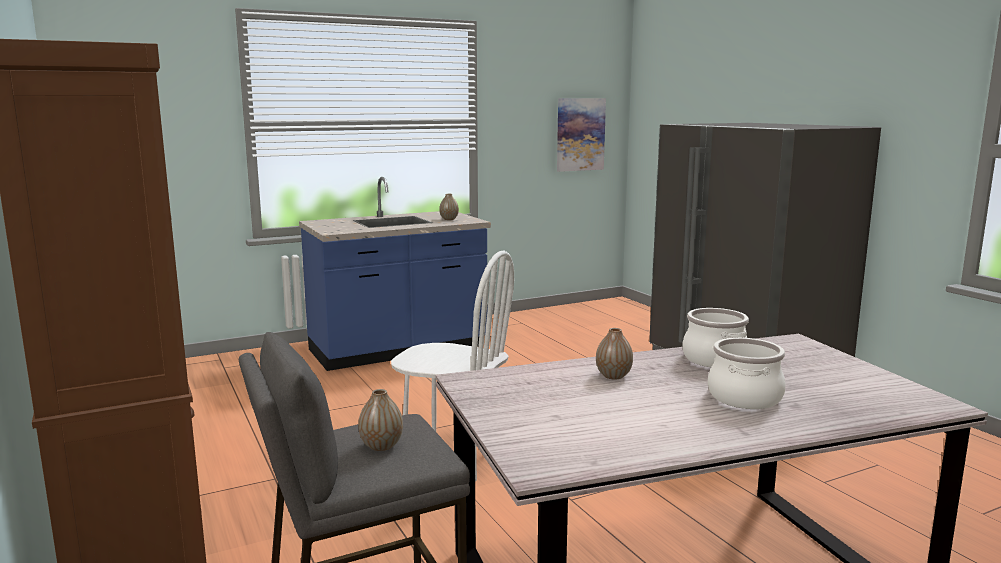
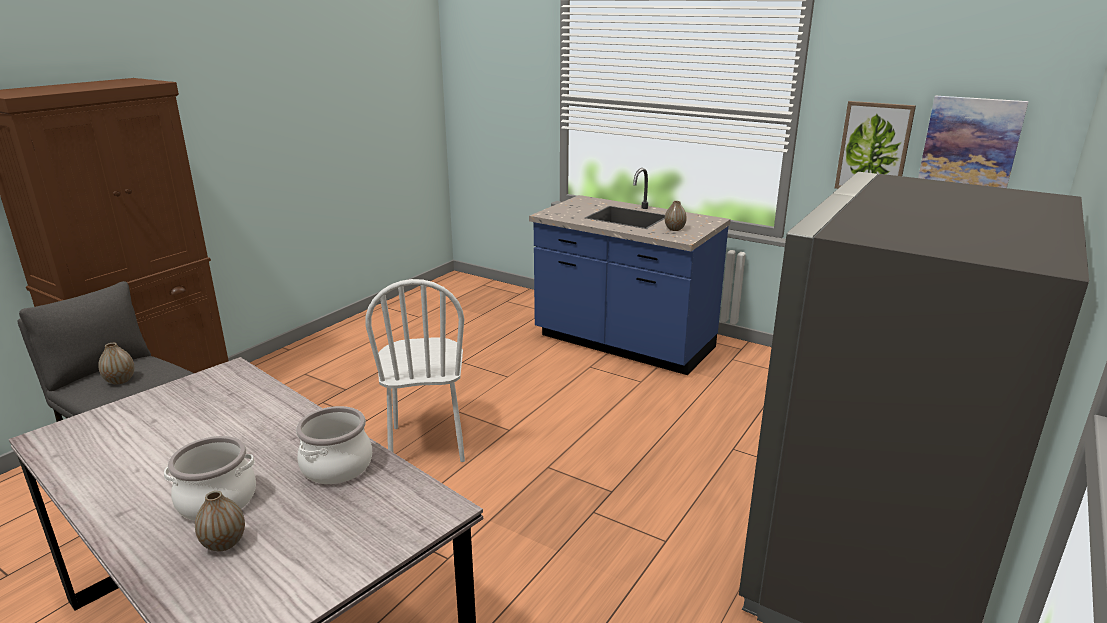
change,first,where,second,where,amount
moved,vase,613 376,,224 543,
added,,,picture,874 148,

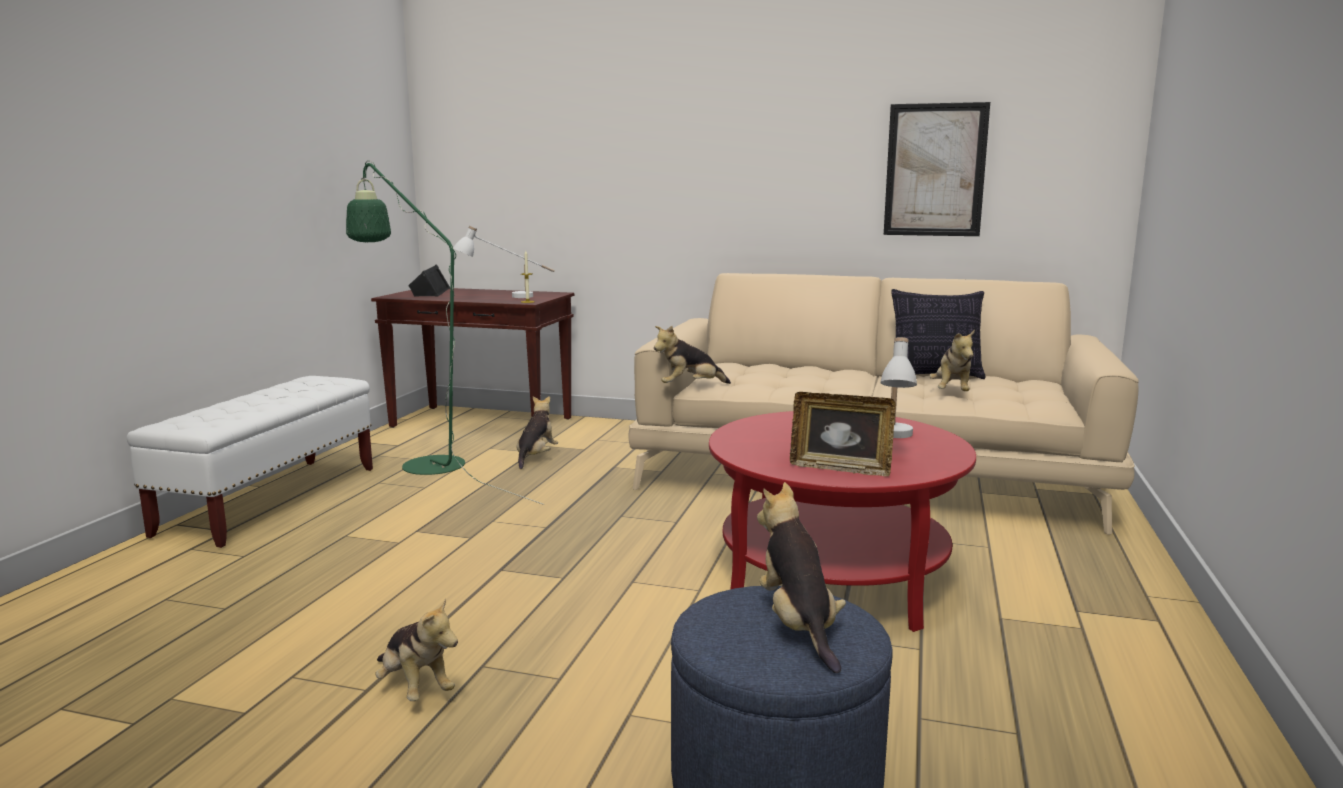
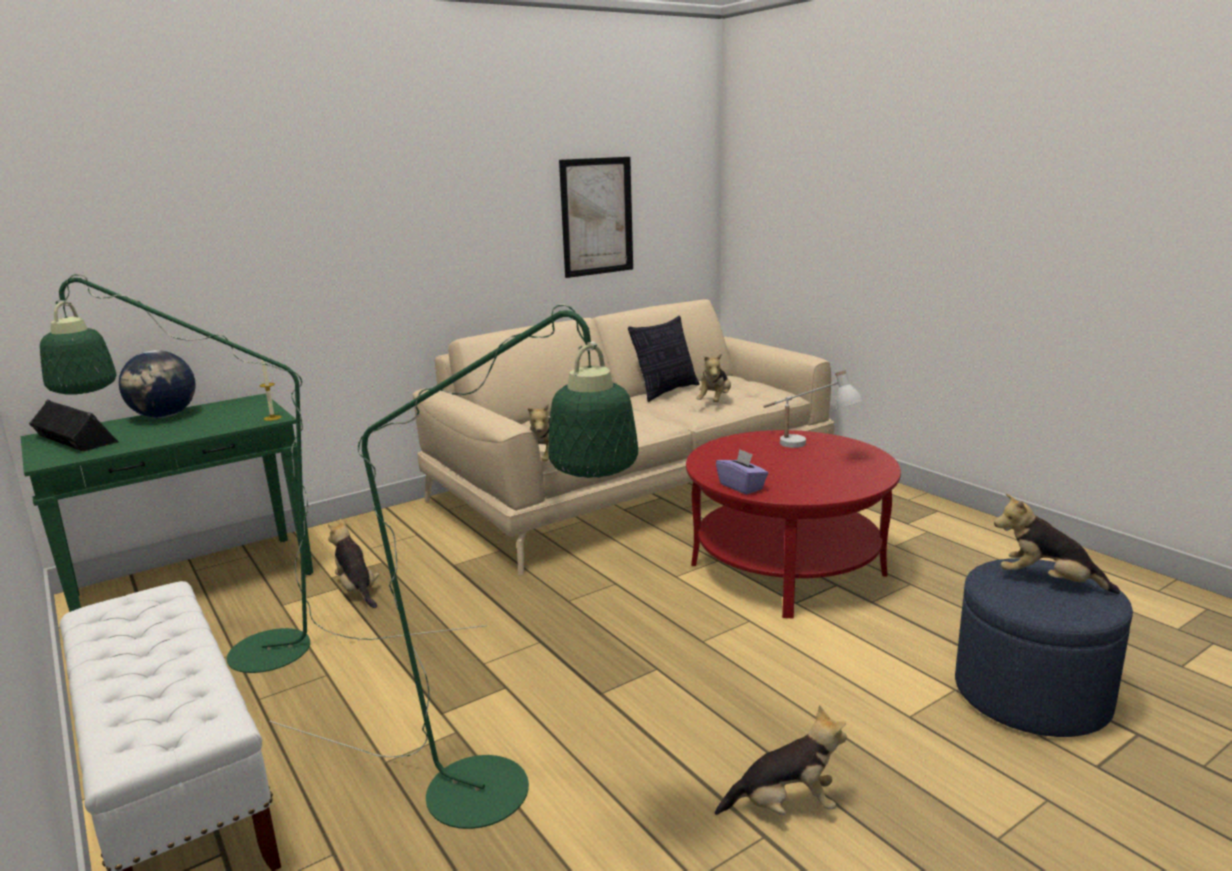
change,first,where,second,where,amount
removed,white table lamp,506 297,,,
recoloured,brown console table,483 423,green console table,196 584,
turned,plush toy,951 392,,715 401,60 degrees clockwise
removed,picture frame,840 468,,,
added,,,green floor lamp,502 797,
added,,,globe,165 416,
added,,,purple tissue box,741 487,

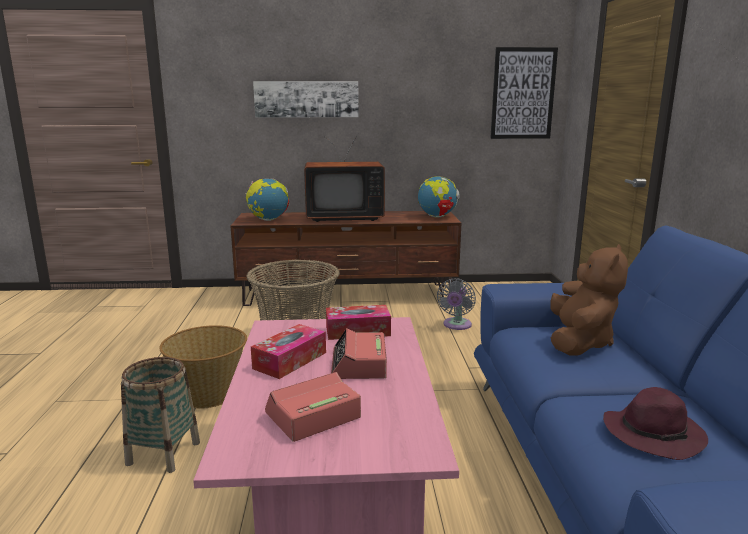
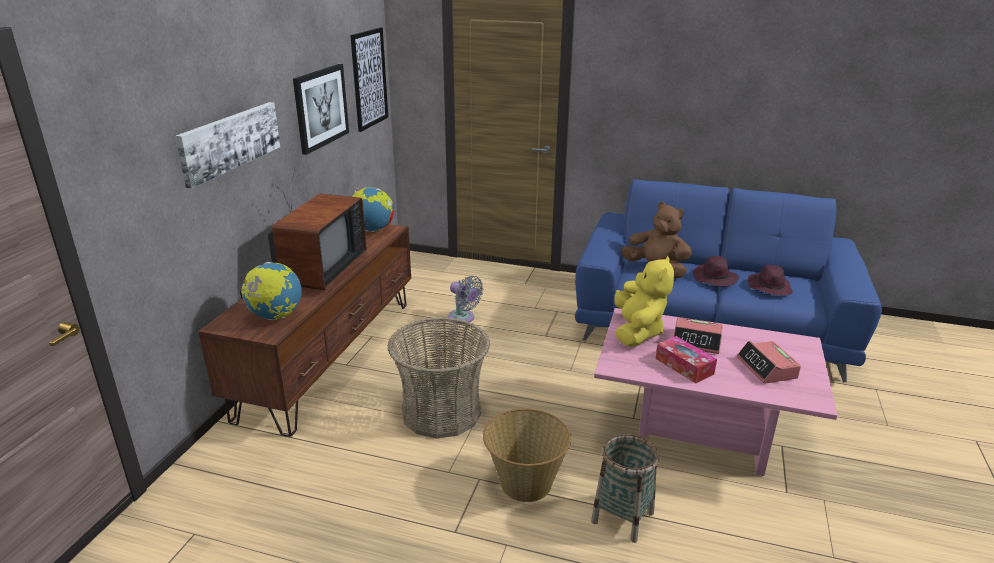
change,first,where,second,where,amount
replaced,tissue box,358 331,yellow plush toy,637 332,
added,,,picture,321 107,
added,,,purple hat,715 278,

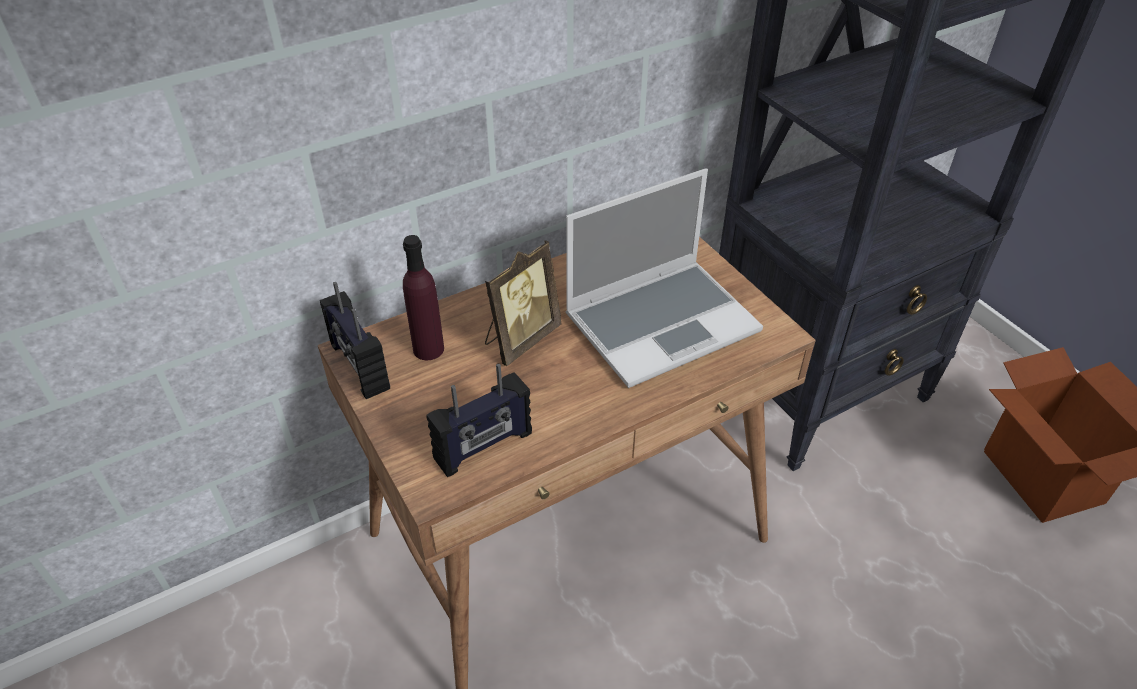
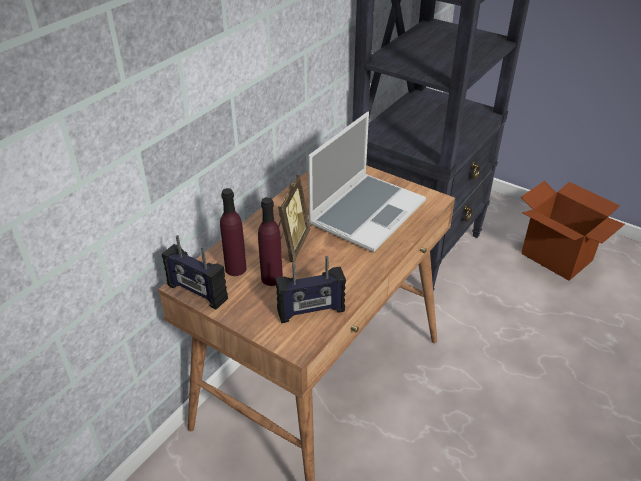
change,first,where,second,where,amount
turned,radio,484 447,,311 311,45 degrees clockwise
added,,,purple bottle,272 278,

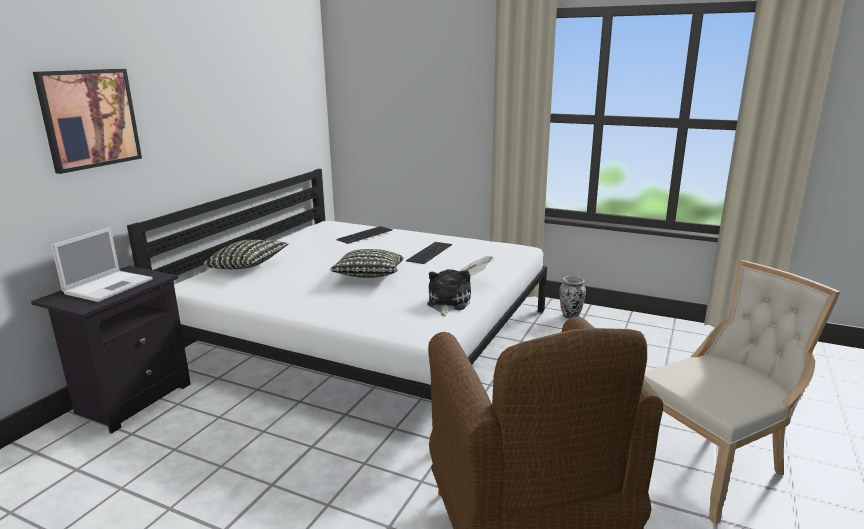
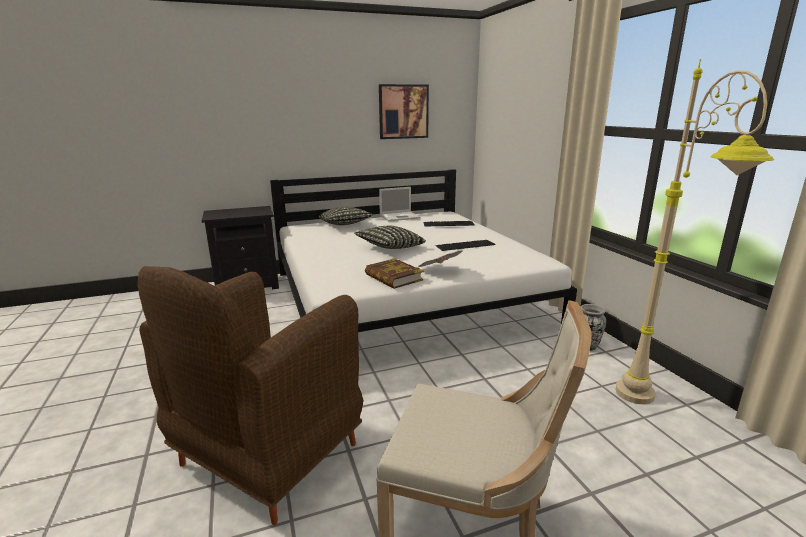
change,first,where,second,where,amount
moved,picture,89 118,,403 111,
moved,laptop,110 286,,400 216,
replaced,plush toy,447 303,book,393 278,
added,,,beige floor lamp,654 413,

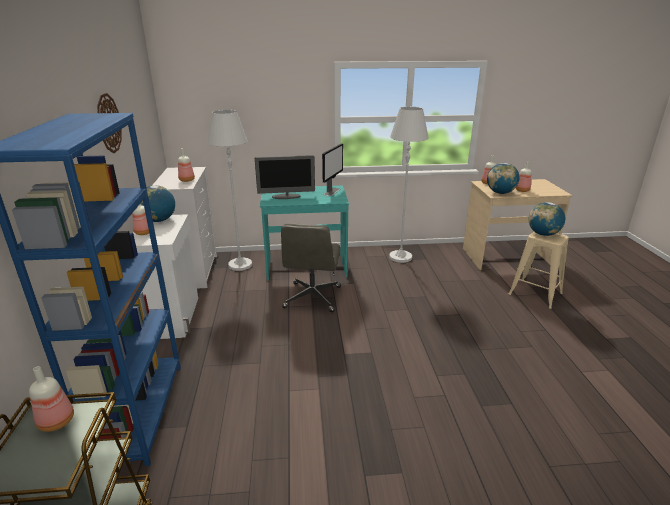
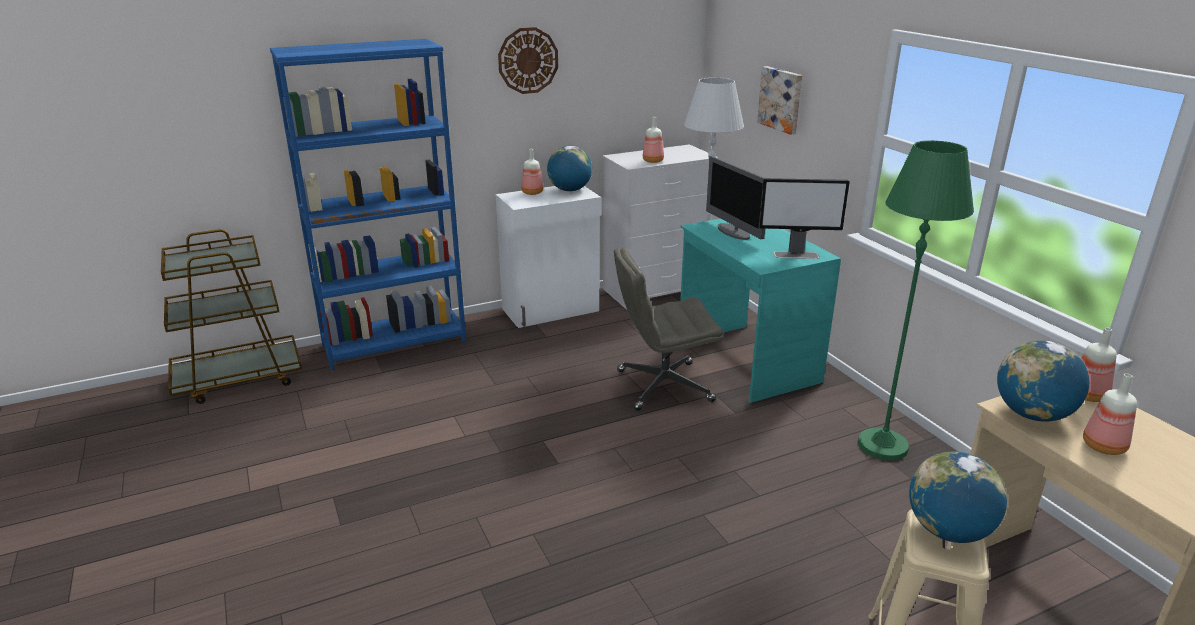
change,first,where,second,where,amount
recoloured,white floor lamp,400 257,green floor lamp,882 445,
removed,bottle,56 421,,,
added,,,picture,781 99,

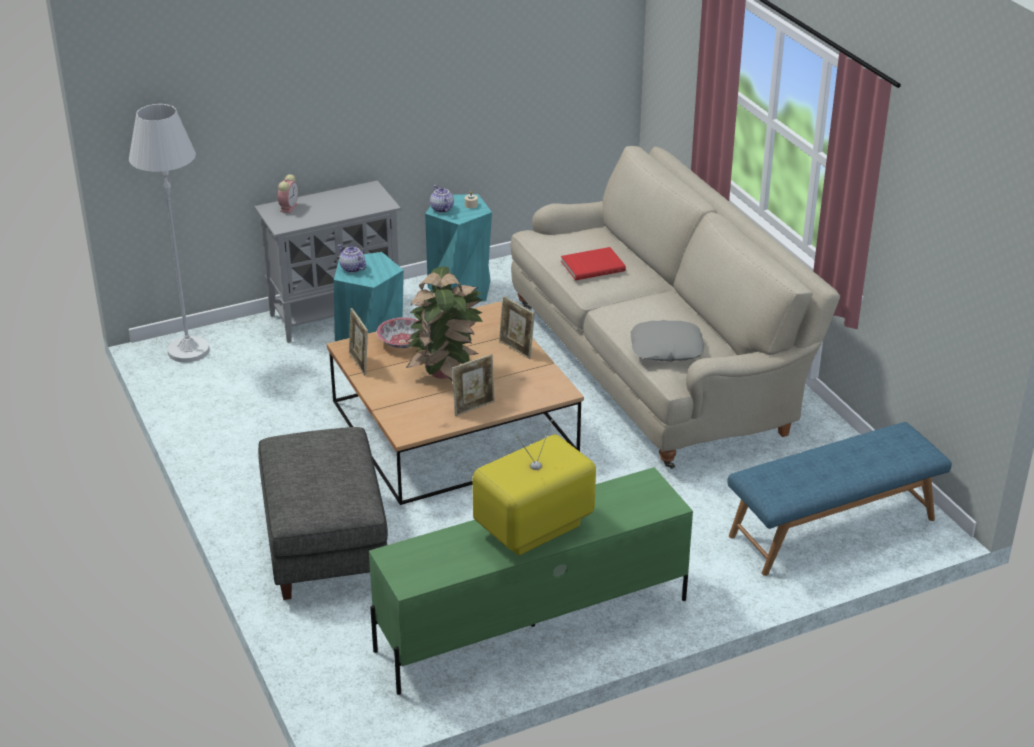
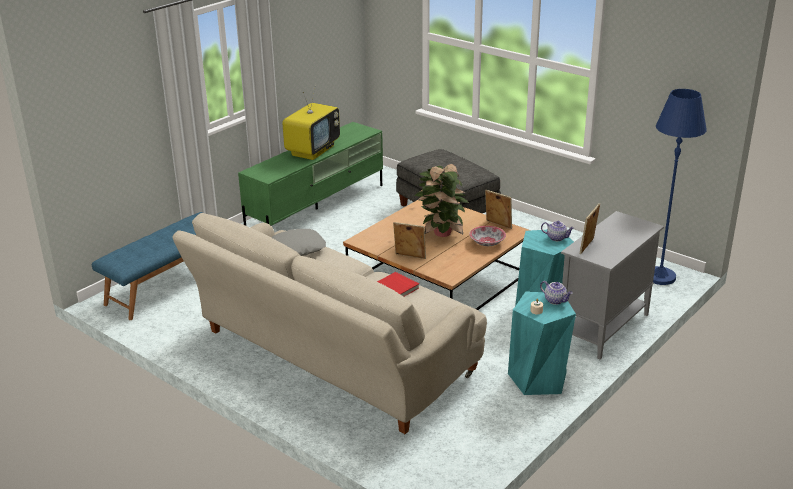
change,first,where,second,where,amount
recoloured,white floor lamp,188 351,blue floor lamp,660 276,
removed,alarm clock,289 207,,,
moved,picture frame,474 407,,587 247,

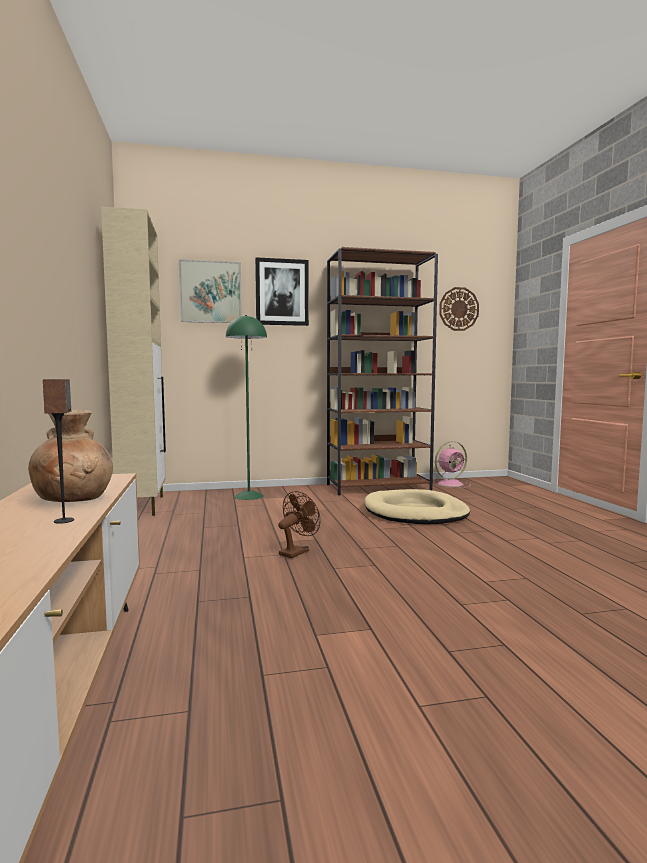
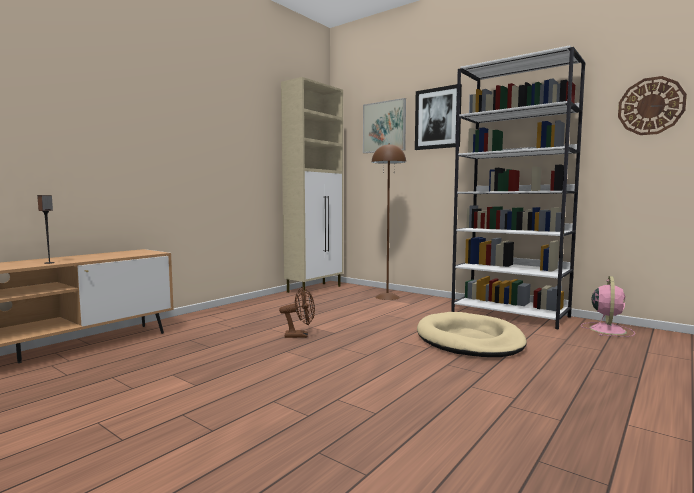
change,first,where,second,where,amount
recoloured,brown bookcase,378 487,white bookcase,510 314,
recoloured,green floor lamp,249 496,brown floor lamp,387 297,
removed,brown vase,74 499,,,
turned,pink fan,451 484,,607 329,90 degrees counterclockwise

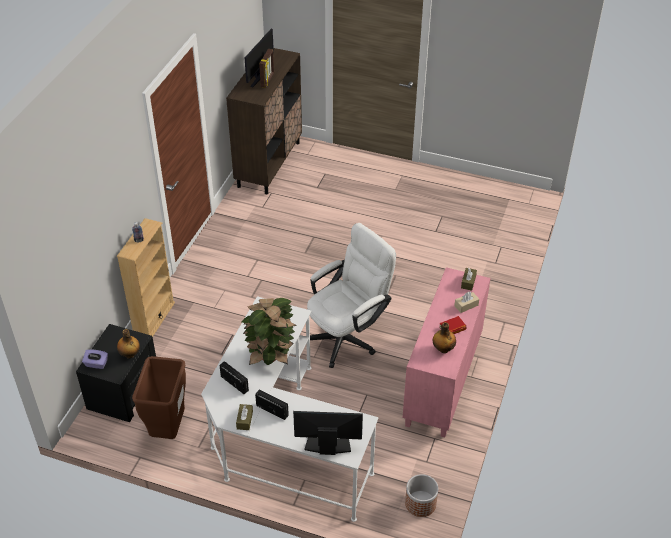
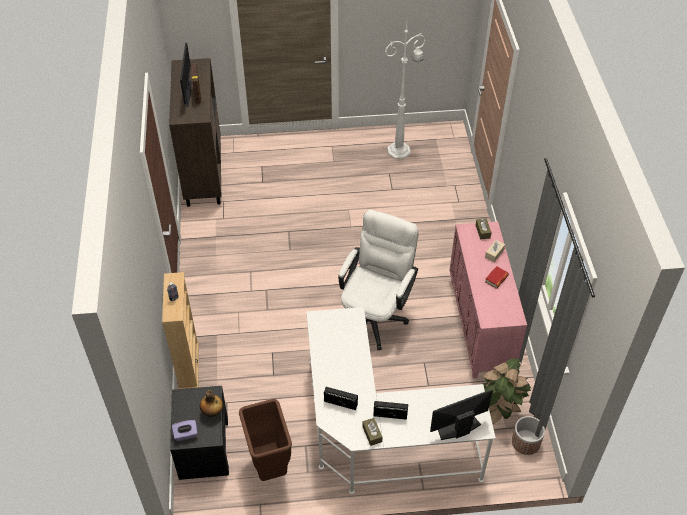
change,first,where,second,where,amount
moved,potted plant,271 357,,498 410,
removed,bottle,443 349,,,
added,,,white floor lamp,400 150,

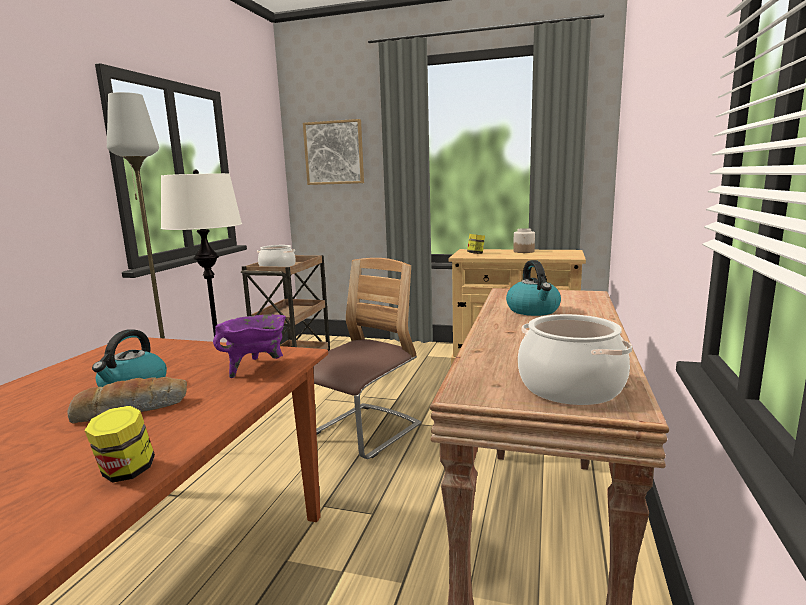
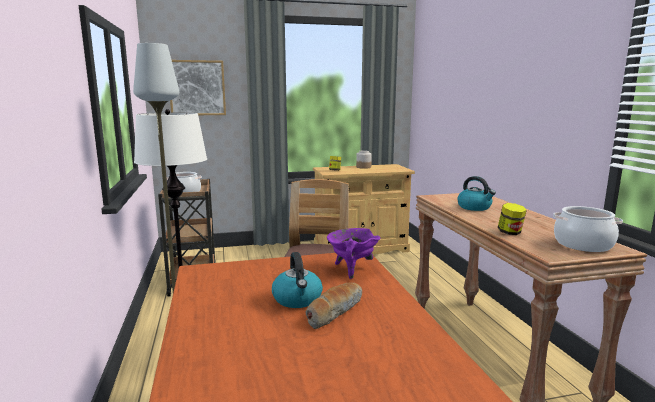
change,first,where,second,where,amount
moved,jar,126 472,,510 233,

